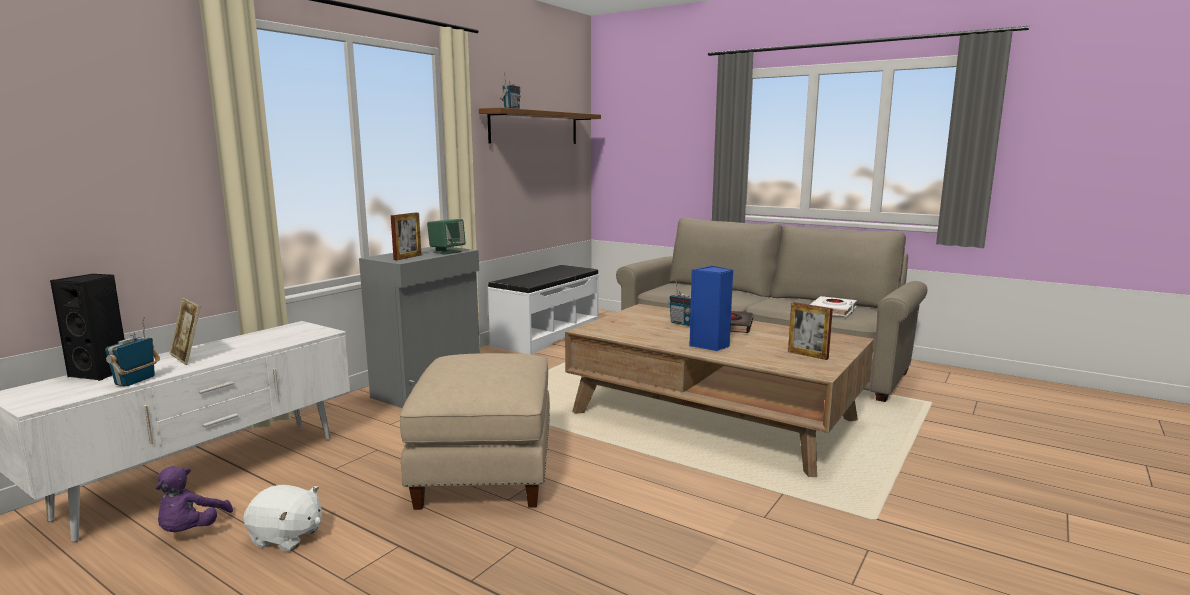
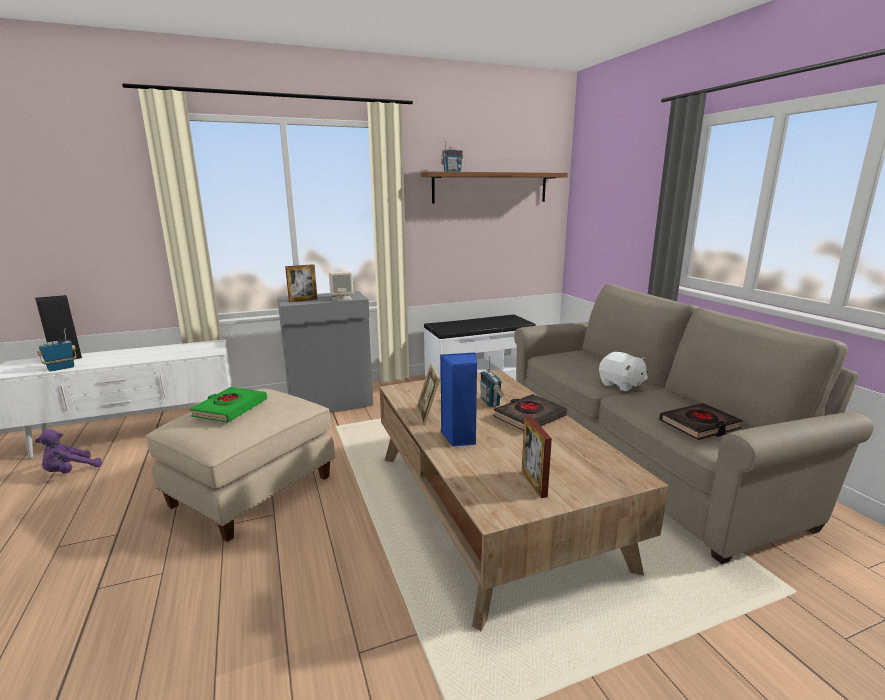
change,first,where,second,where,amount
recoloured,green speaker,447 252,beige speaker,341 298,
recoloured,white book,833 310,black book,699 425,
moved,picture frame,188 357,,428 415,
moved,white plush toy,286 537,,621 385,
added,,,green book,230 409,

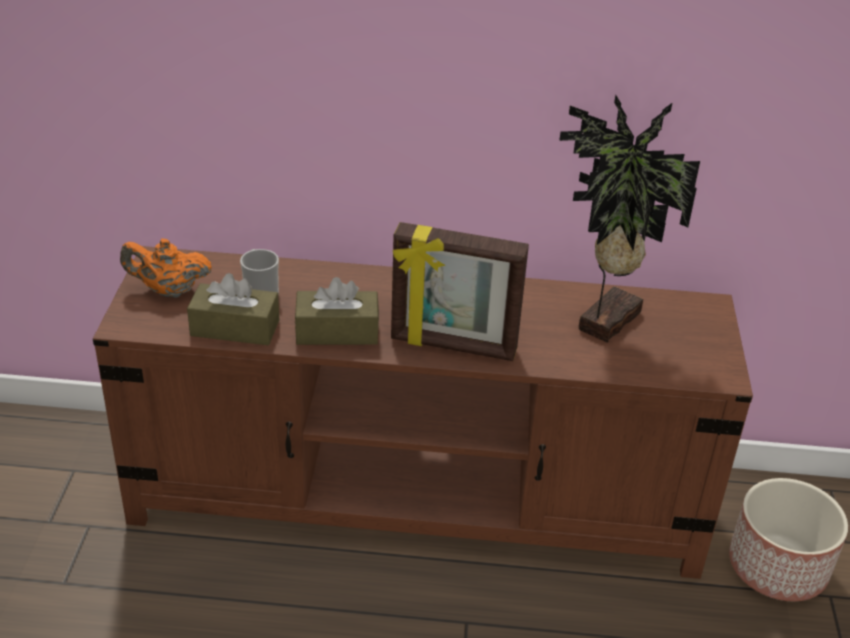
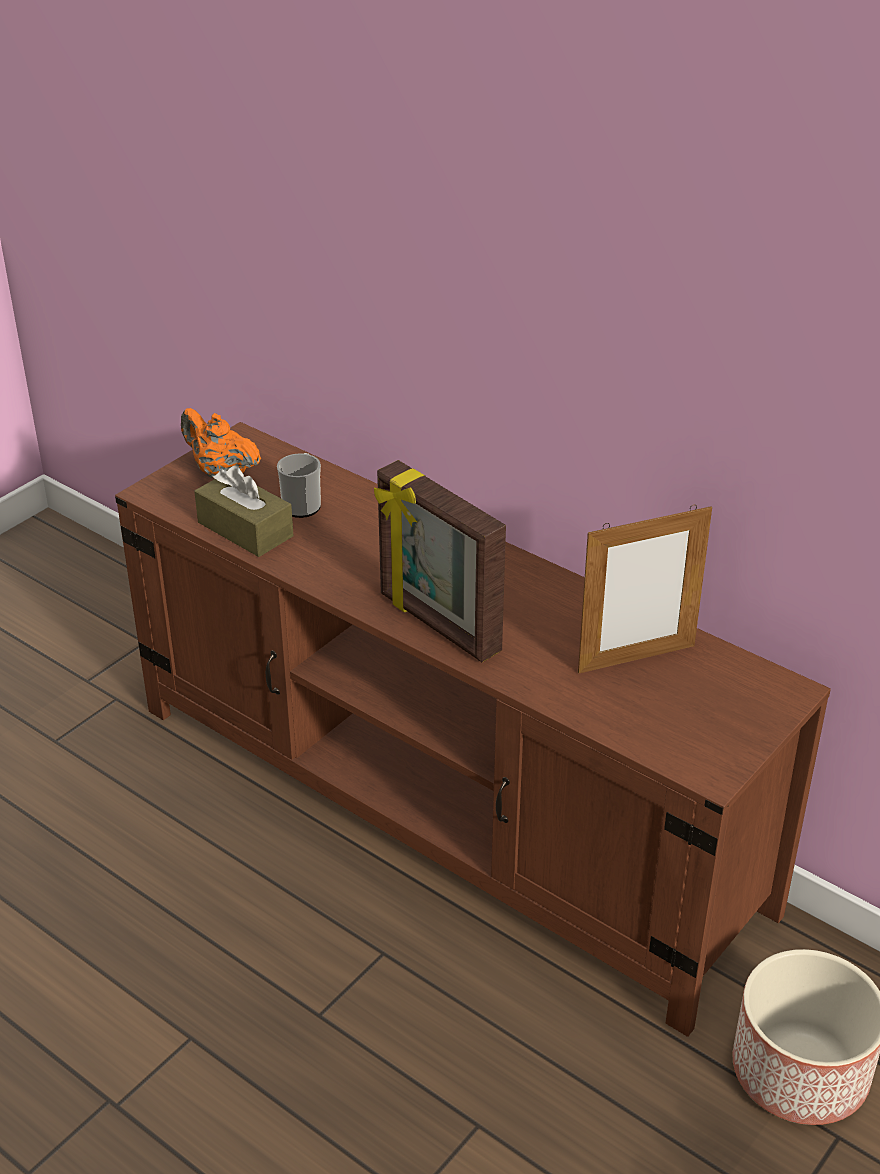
change,first,where,second,where,amount
replaced,potted plant,604 319,picture frame,636 658,
removed,brown tissue box,337 331,,,

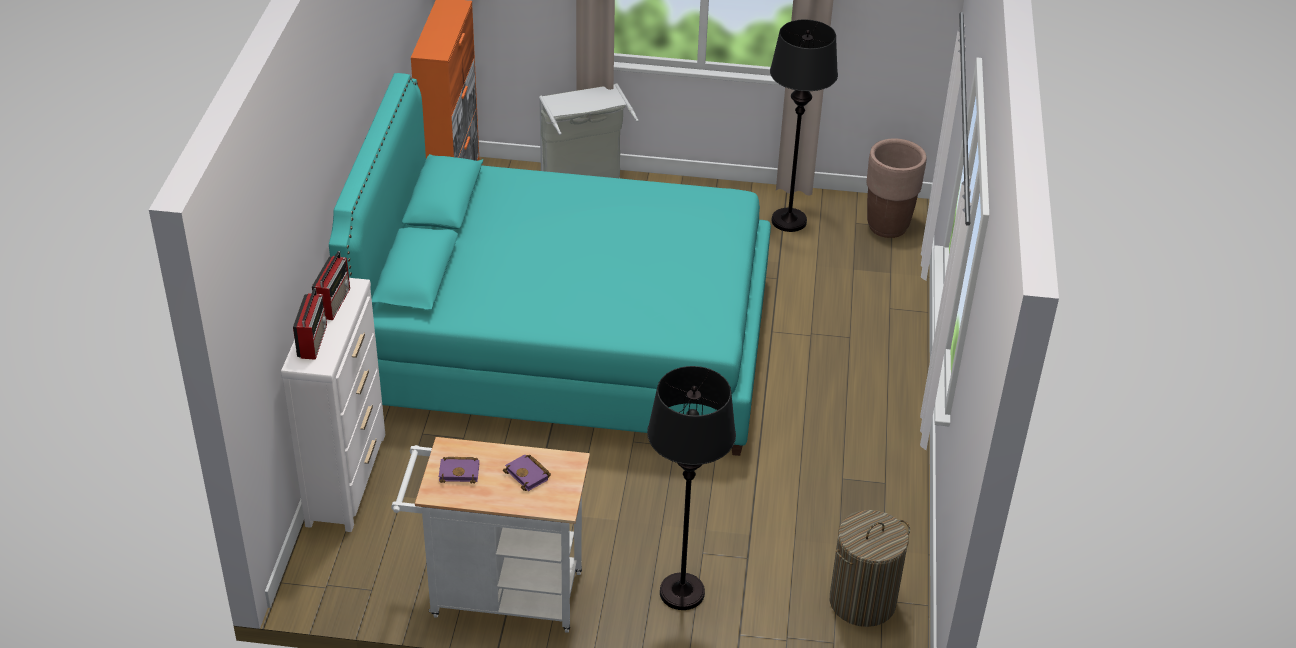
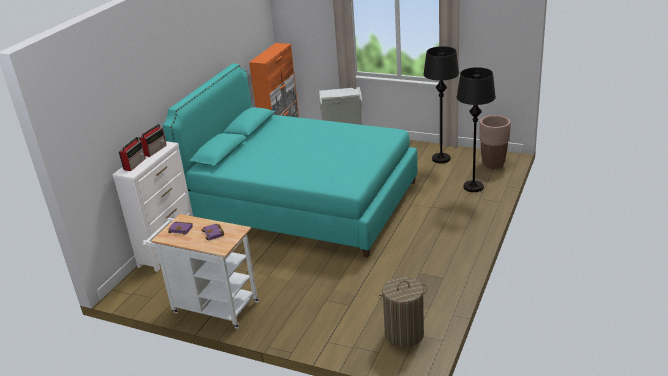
change,first,where,second,where,amount
moved,black floor lamp,681 592,,473 187,

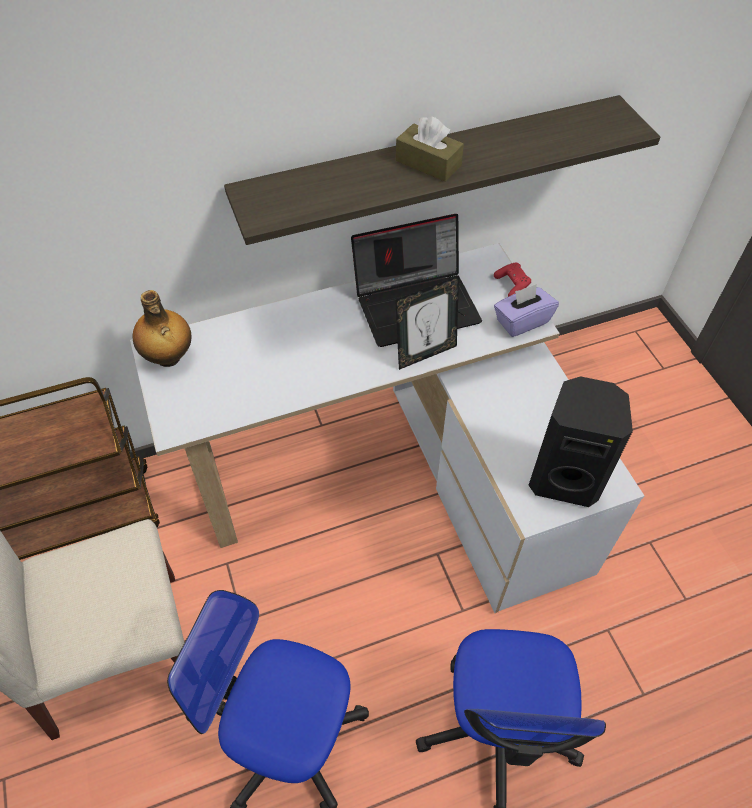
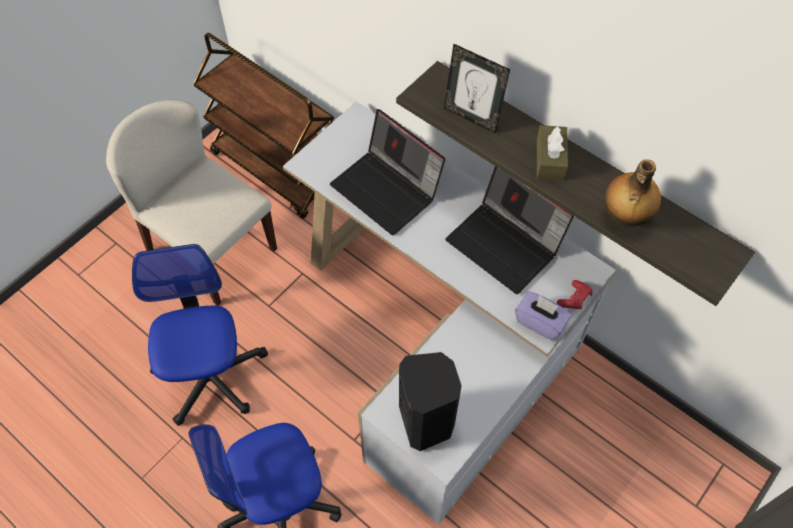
change,first,where,second,where,amount
moved,picture frame,425 354,,472 117,
moved,bottle,169 357,,624 217,
added,,,laptop,388 190,

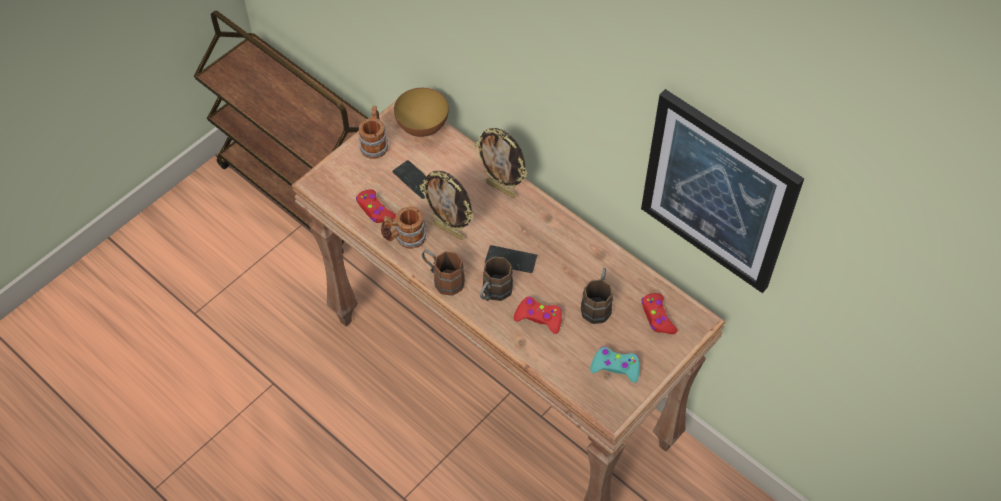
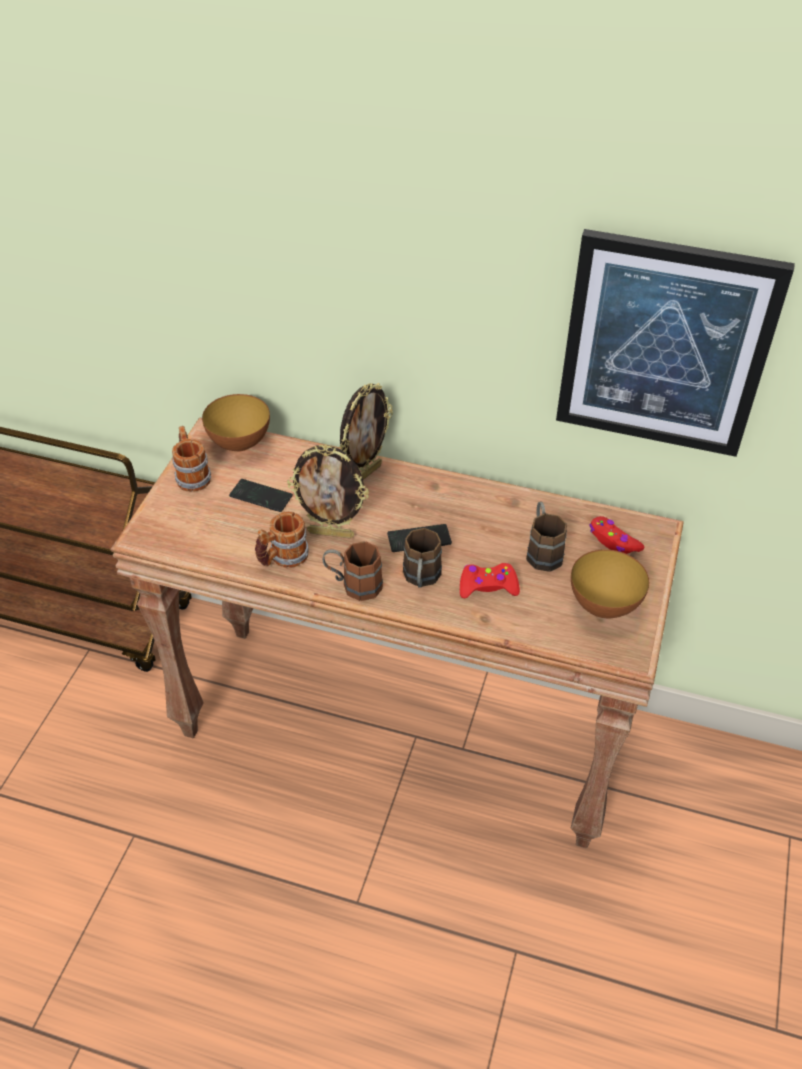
change,first,where,second,where,amount
turned,picture frame,501 189,,365 474,60 degrees counterclockwise
removed,red game controller,375 210,,,
replaced,turquoise game controller,615 367,bowl,603 606,

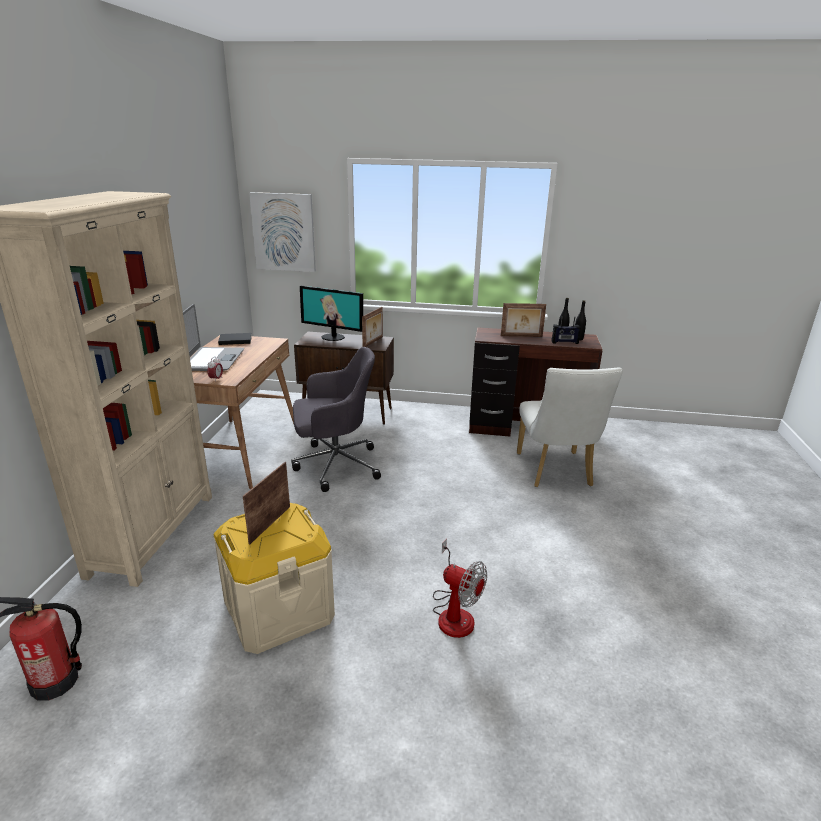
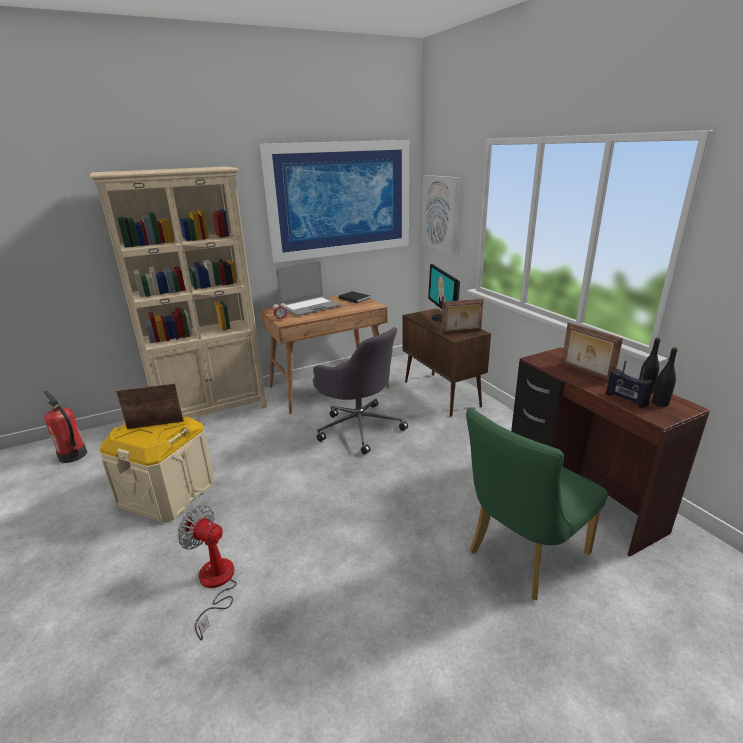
change,first,where,second,where,amount
recoloured,white chair,556 472,green chair,522 556,
turned,fan,454 613,,215 584,120 degrees clockwise
added,,,picture,340 199,

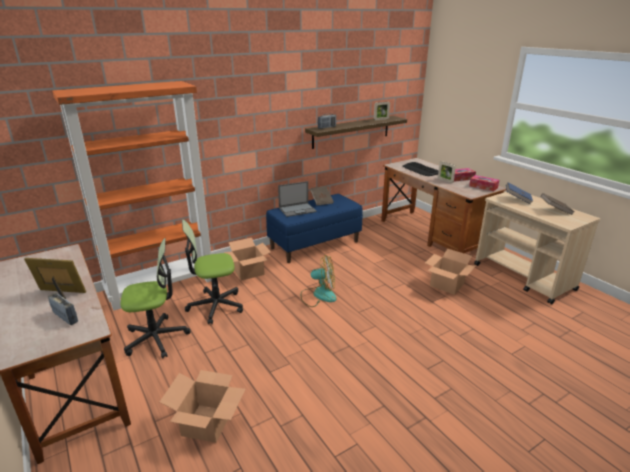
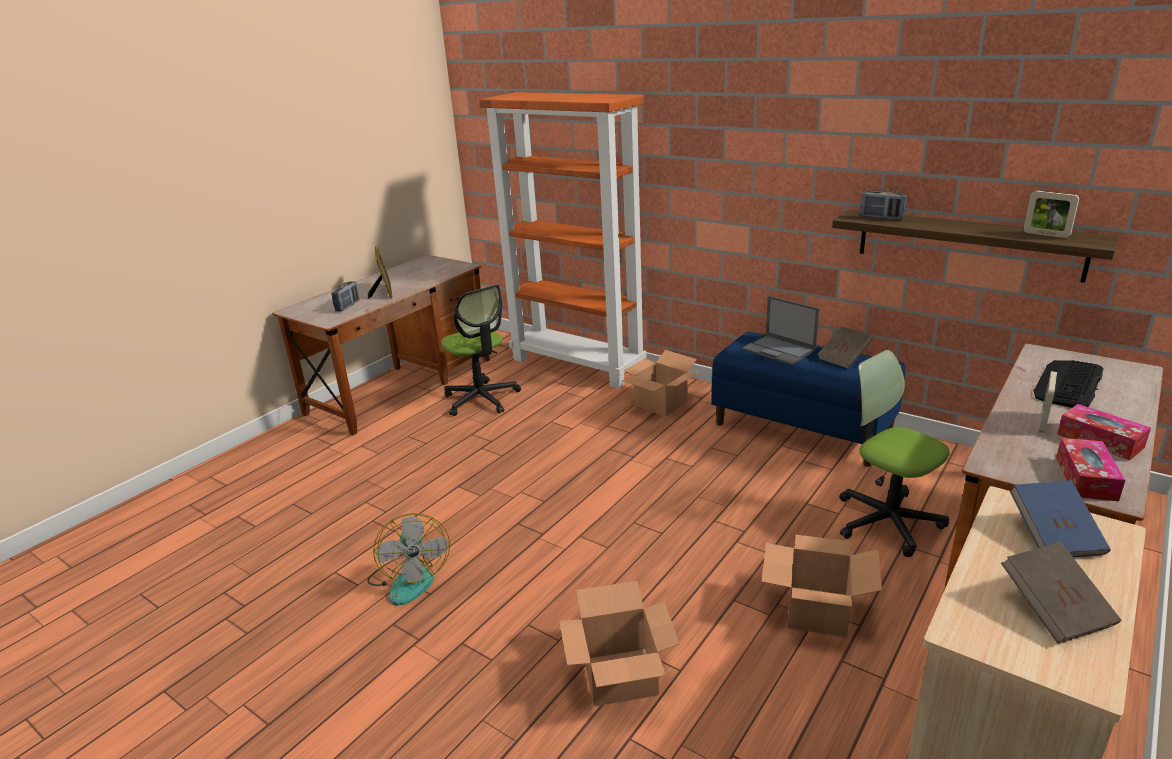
change,first,where,second,where,amount
moved,office chair,215 306,,887 521,
moved,fan,318 295,,410 578,
moved,cardboard box,207 422,,621 676,

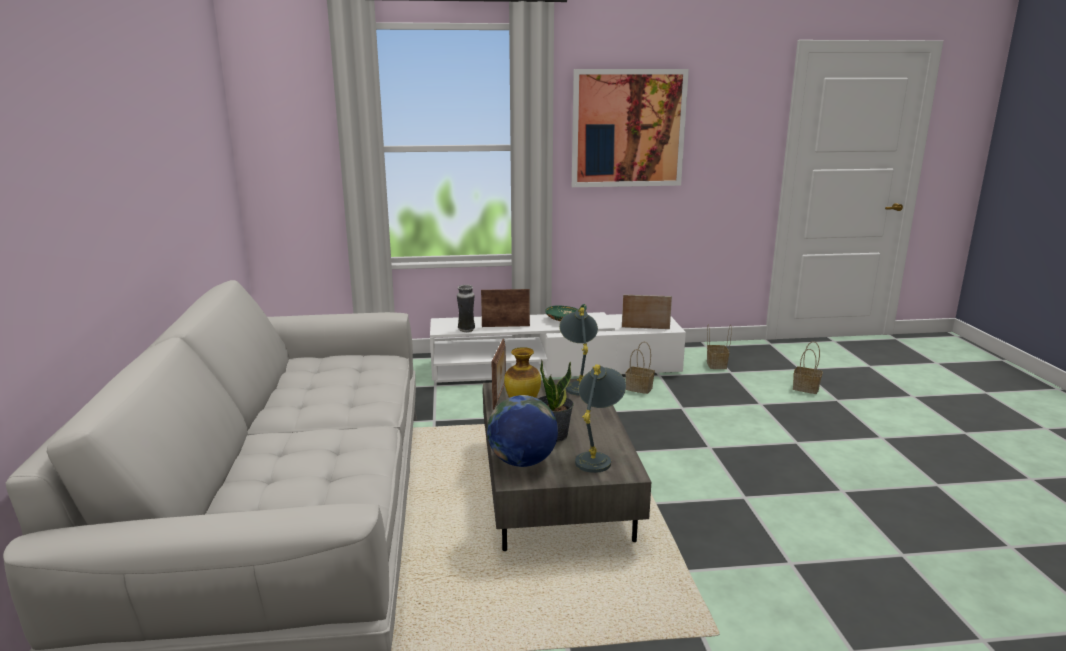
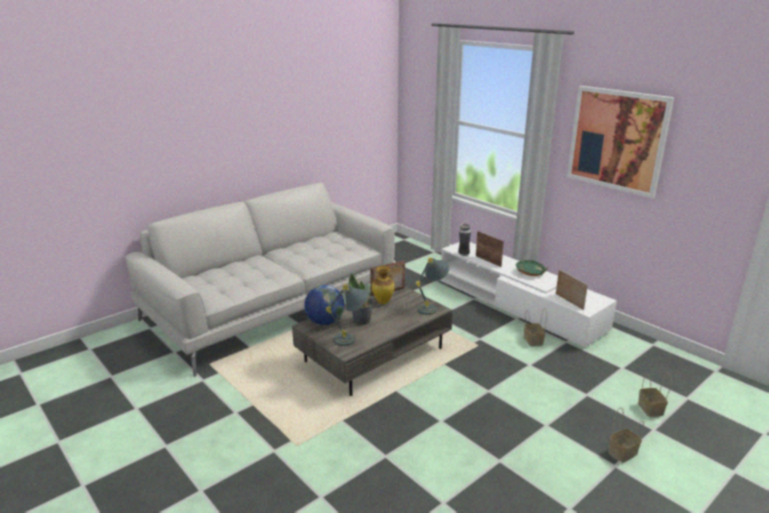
change,first,where,second,where,amount
moved,basket,716 364,,622 452,

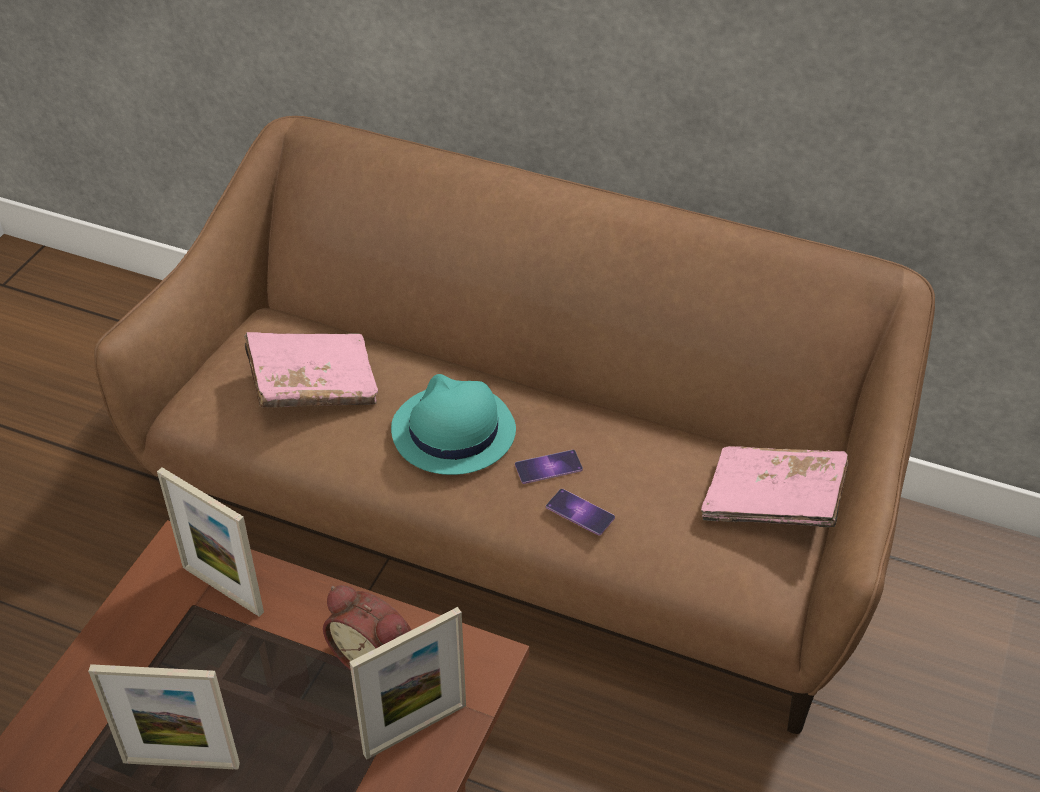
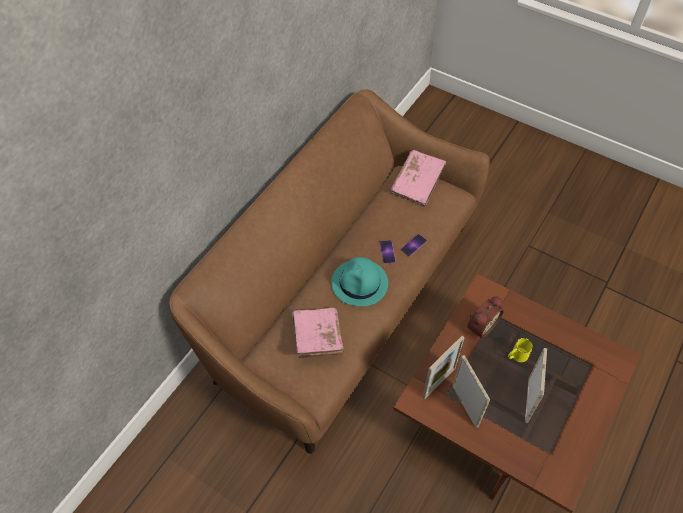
change,first,where,second,where,amount
moved,picture frame,415 729,,465 406,
added,,,yellow mug,516 356,

